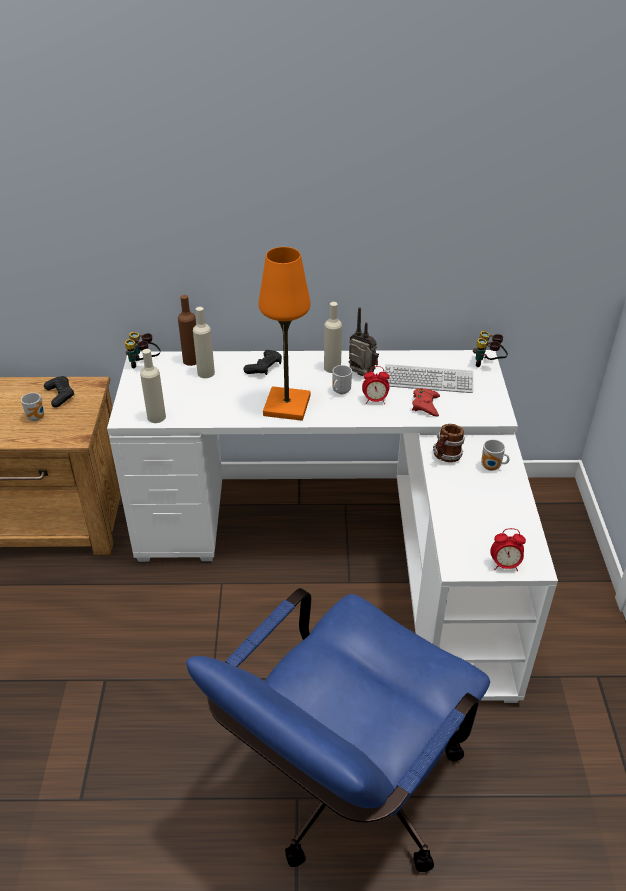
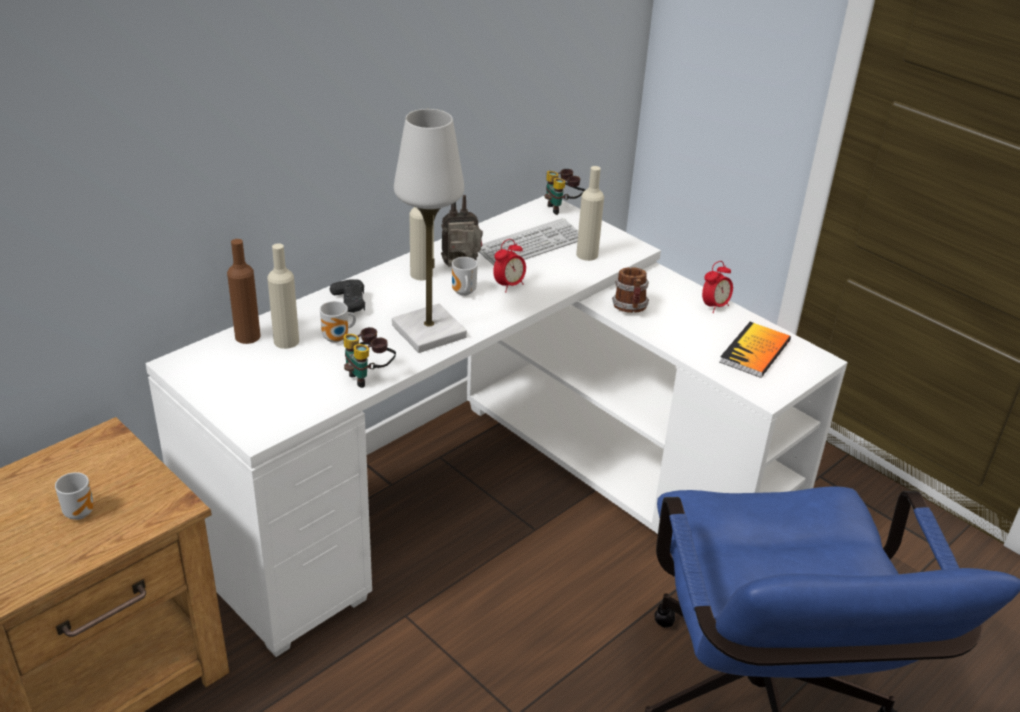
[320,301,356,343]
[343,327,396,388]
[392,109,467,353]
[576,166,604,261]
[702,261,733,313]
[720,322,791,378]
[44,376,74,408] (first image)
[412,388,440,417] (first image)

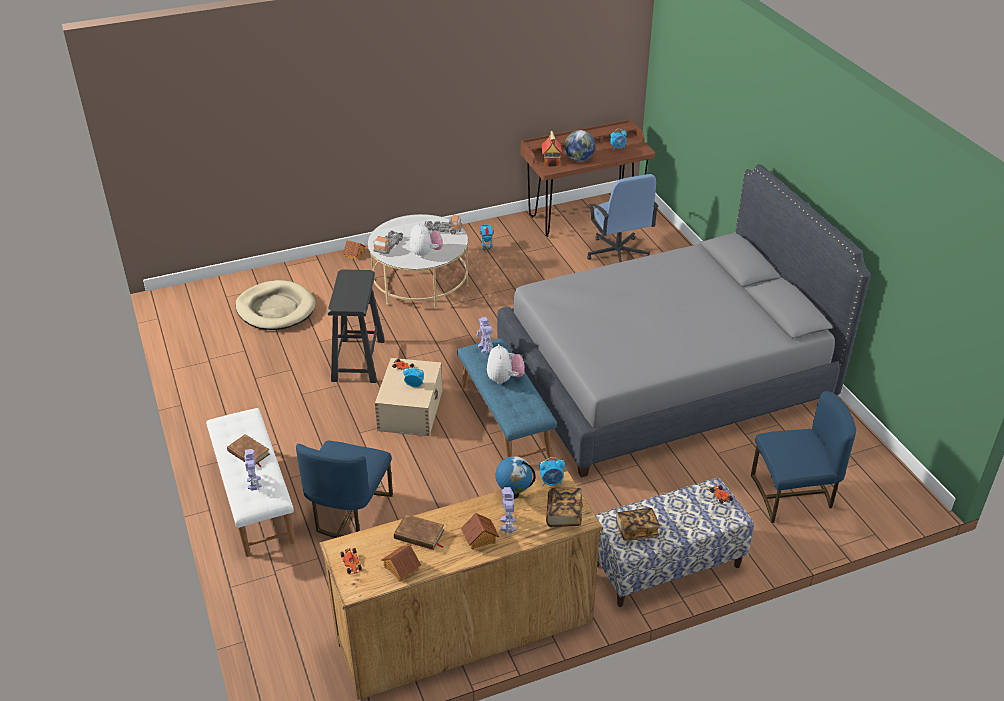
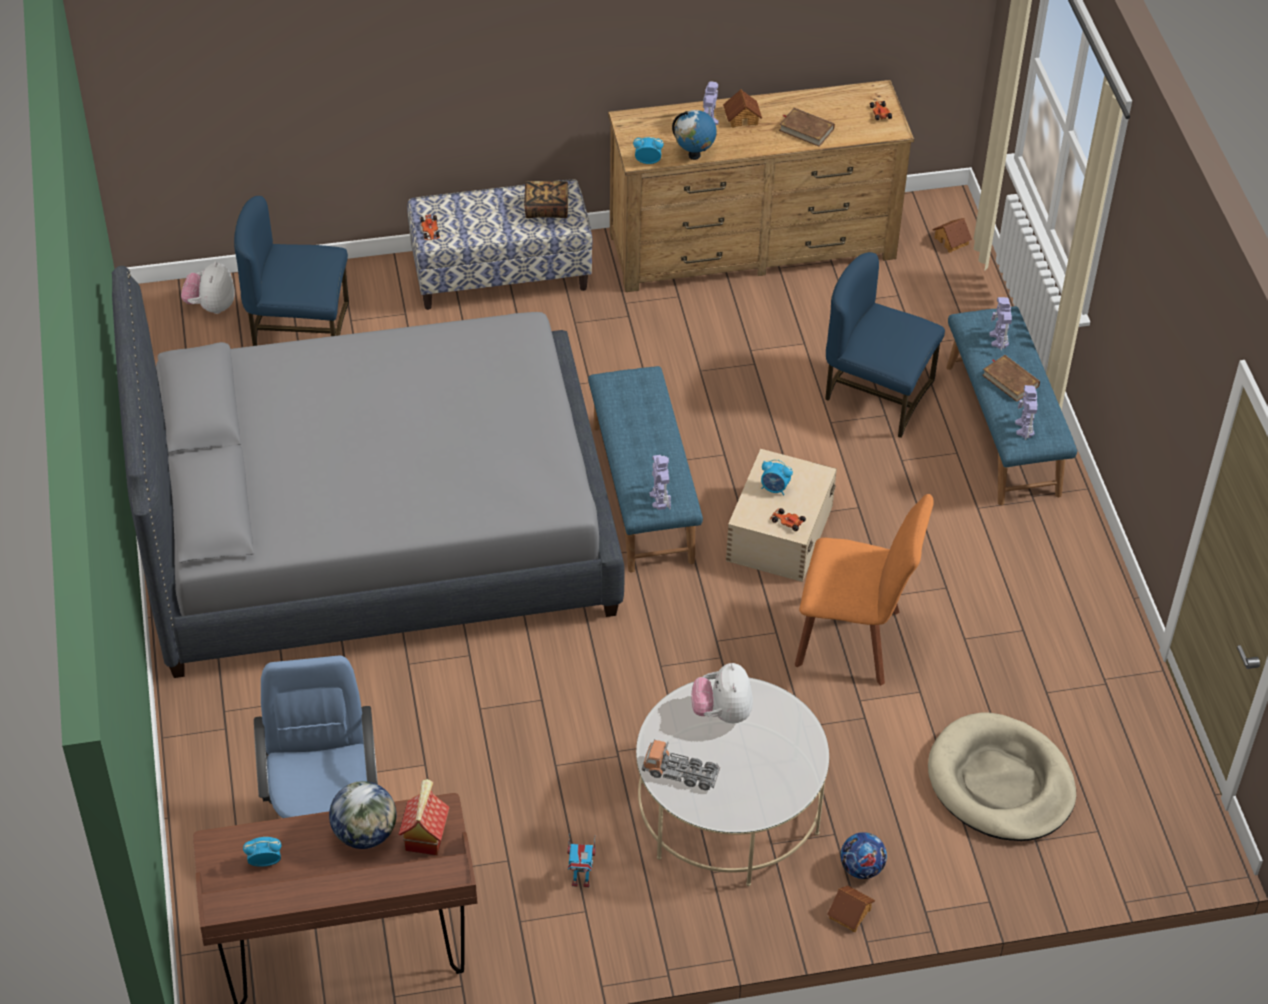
[181,261,235,314]
[795,494,934,686]
[825,252,945,438]
[841,832,887,879]
[932,218,972,253]
[946,306,1077,505]
[1015,385,1038,440]
[373,230,403,254] (first image)
[546,488,583,527] (first image)

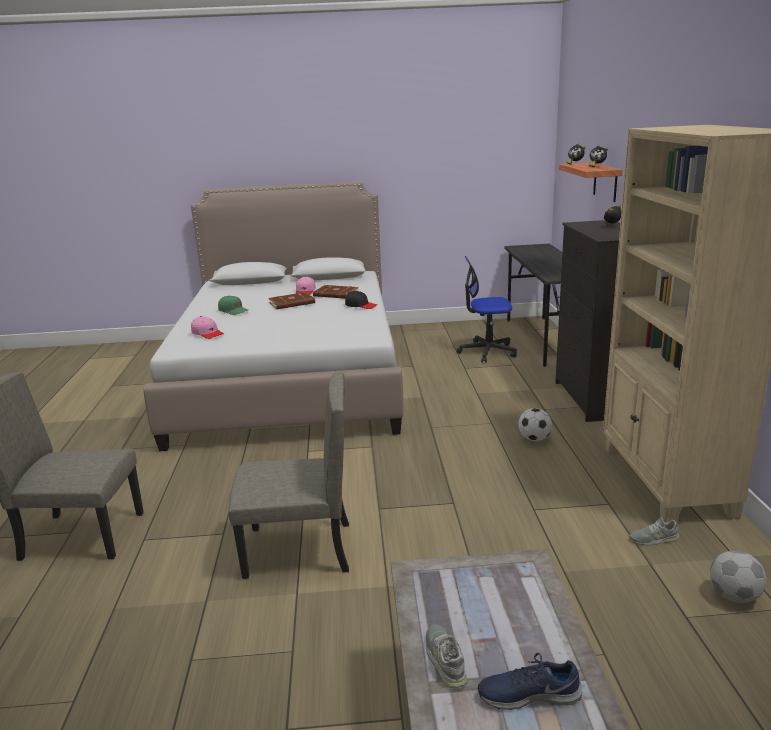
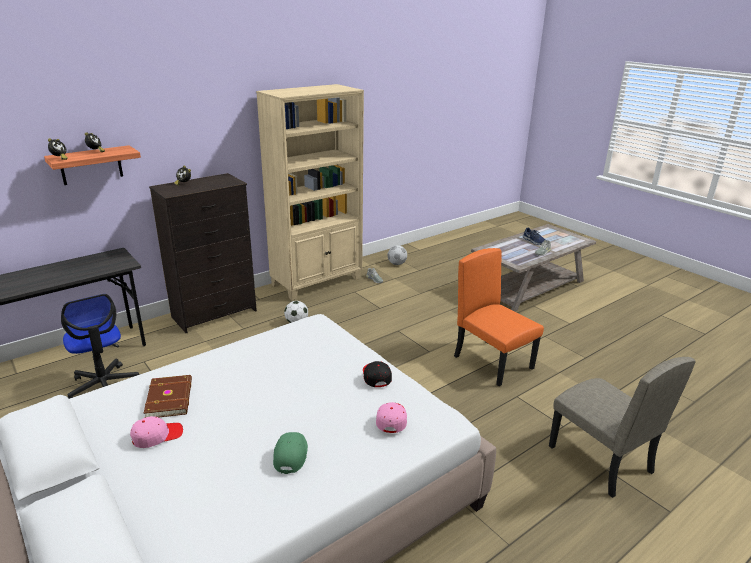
[363,361,392,387]
[454,248,544,386]
[269,292,315,309] (first image)

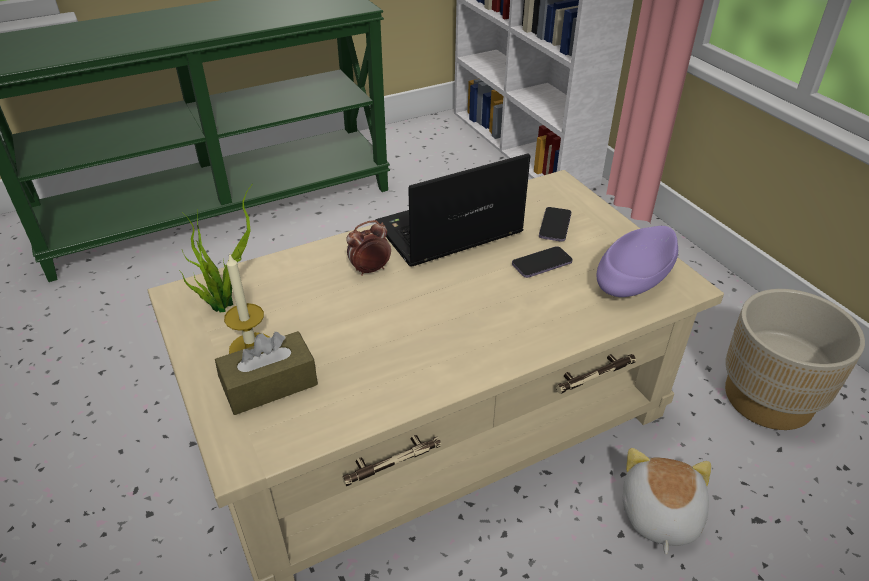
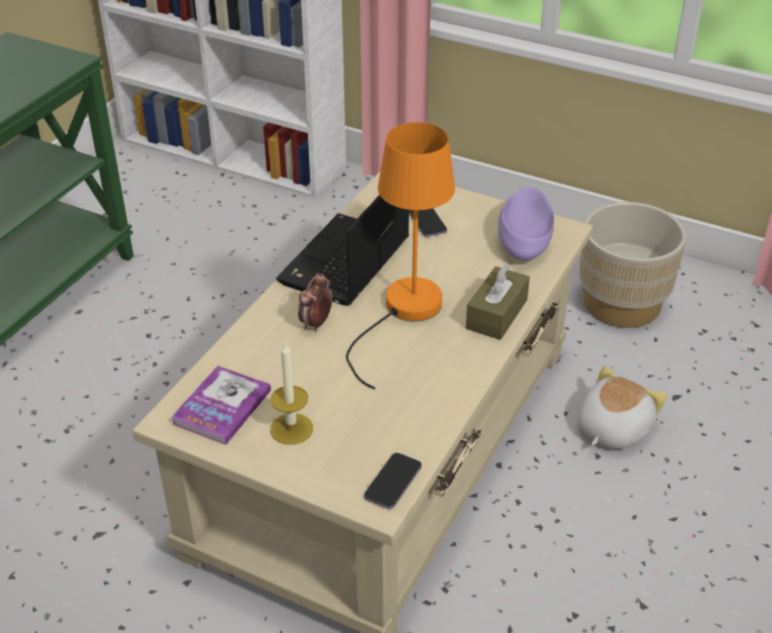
[171,366,271,445]
[346,122,455,389]
[364,453,422,509]
[466,263,530,340]
[579,366,667,449]

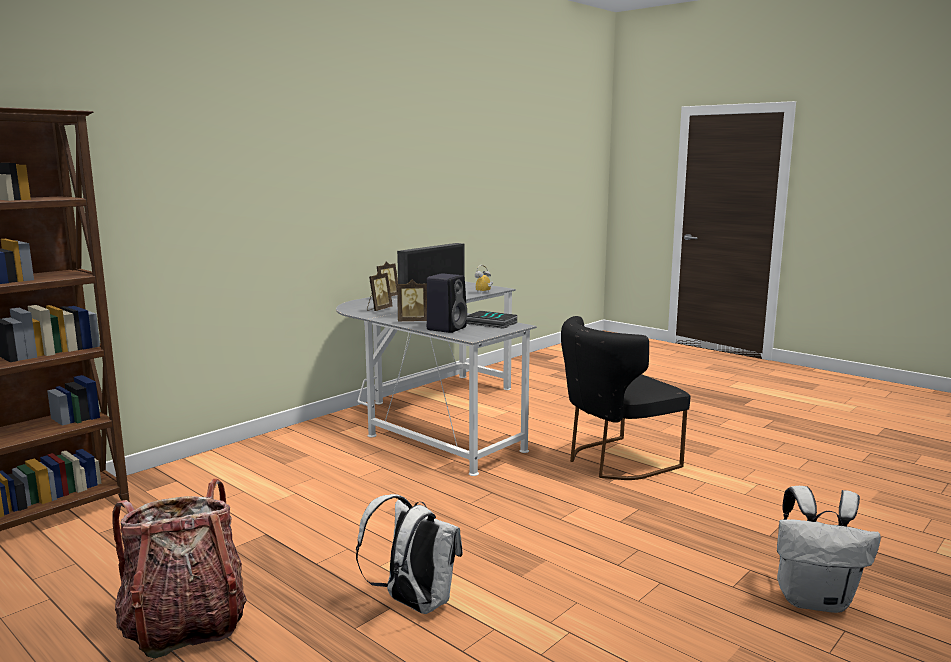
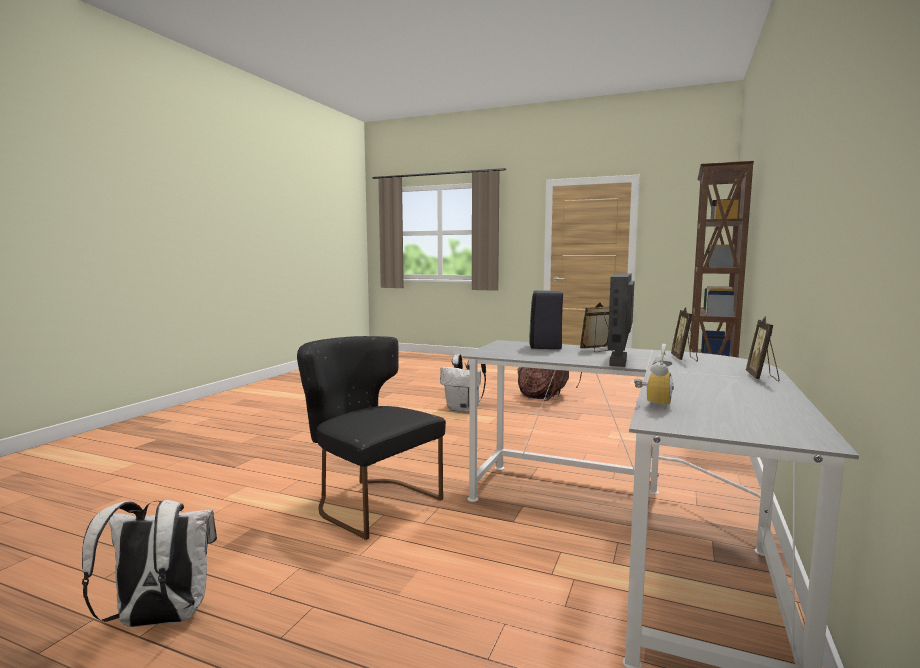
[82,500,217,627]
[297,336,446,540]
[467,311,517,329] (first image)

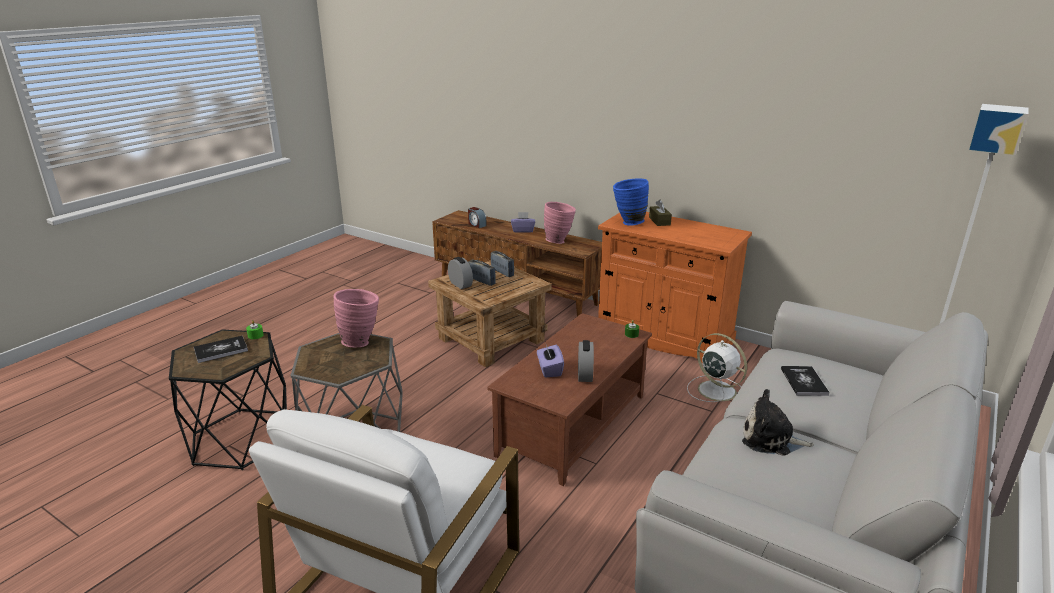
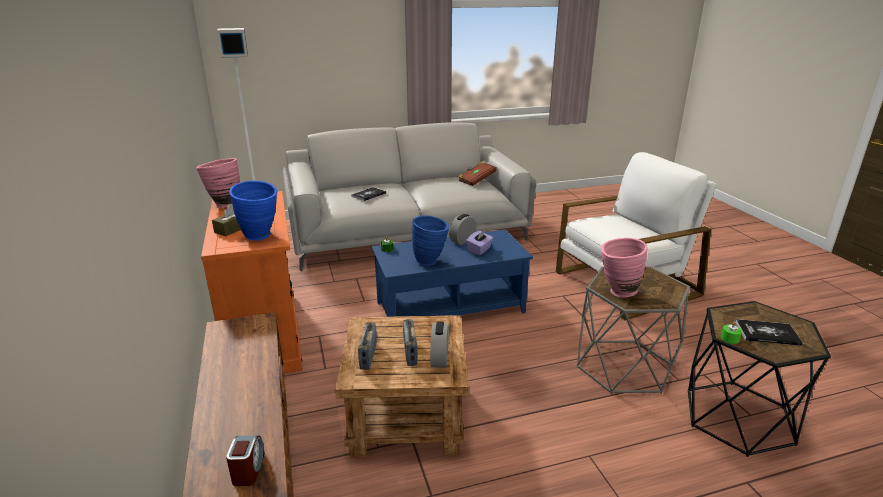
[196,158,240,208]
[372,229,533,317]
[412,215,449,266]
[458,161,497,186]
[511,212,535,233] (first image)
[687,333,747,402] (first image)
[742,389,814,456] (first image)

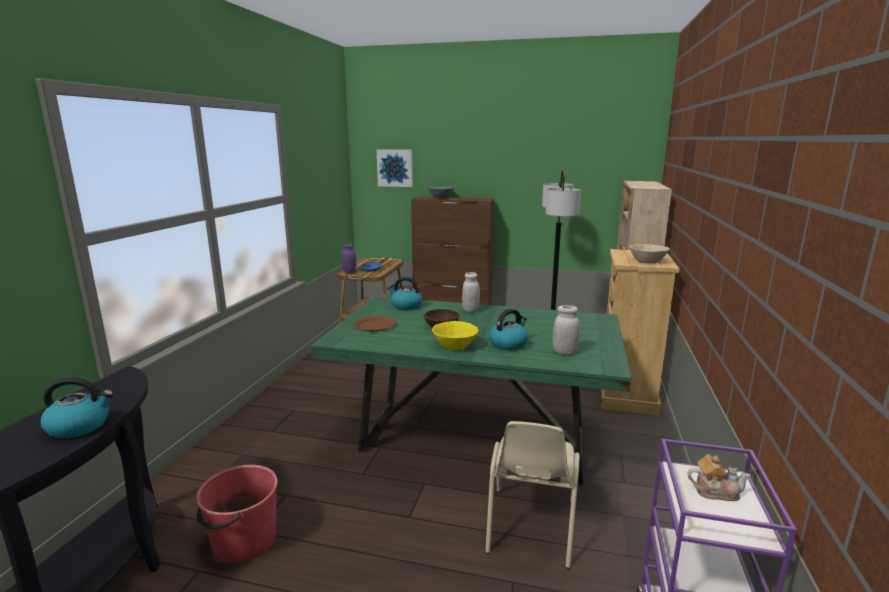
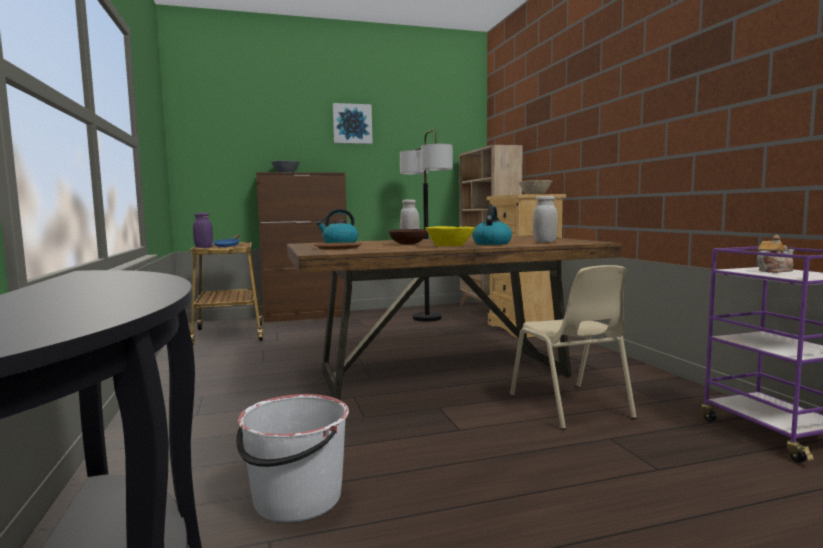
[236,394,349,522]
[287,235,621,400]
[333,103,373,144]
[41,377,114,439] (first image)

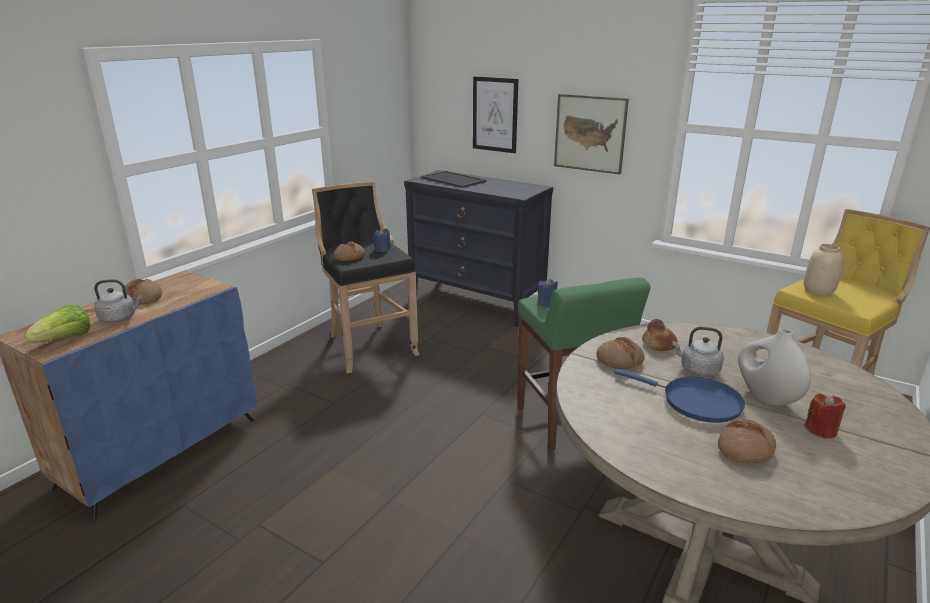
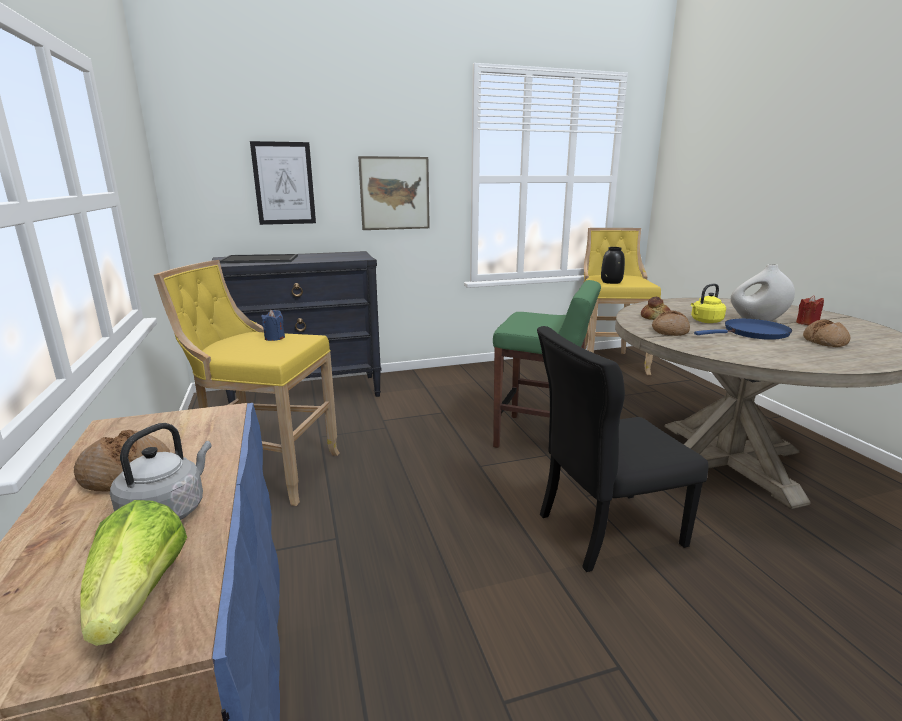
[154,260,340,506]
[537,326,708,572]
[601,247,625,284]
[691,284,726,323]
[333,242,365,261] (first image)
[538,278,558,307] (first image)

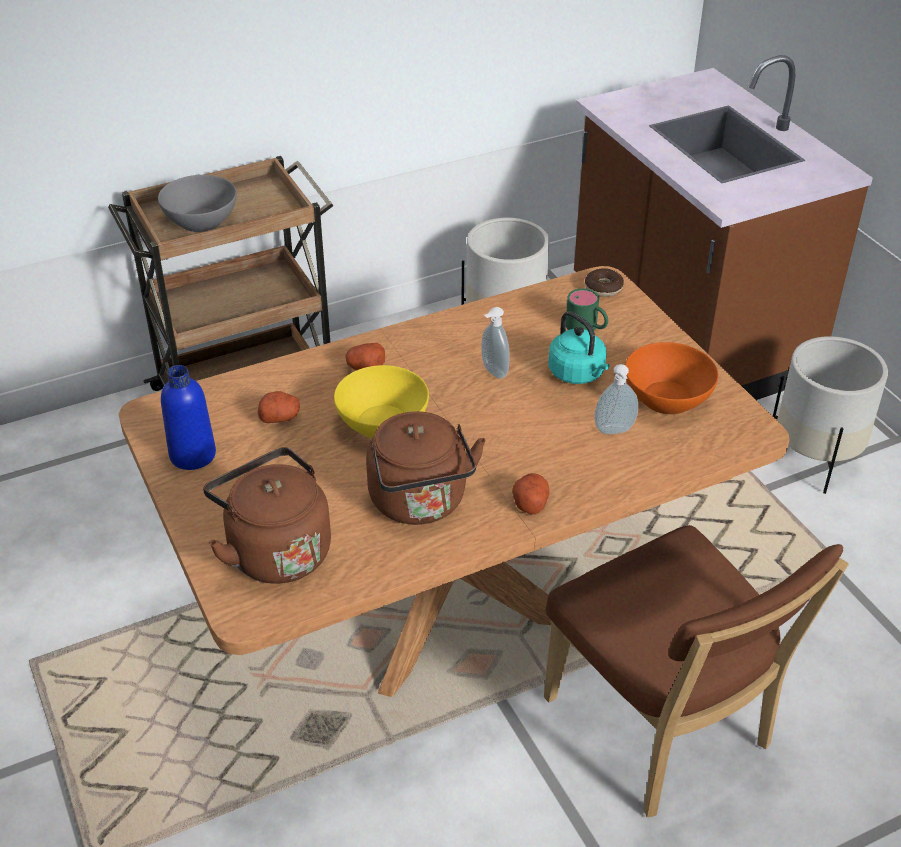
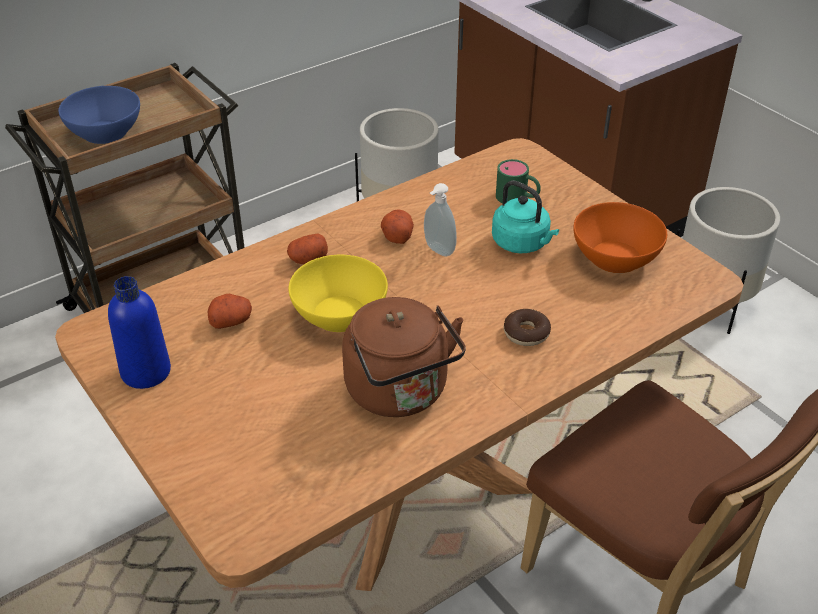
[58,86,140,144]
[381,209,414,244]
[504,309,551,346]
[203,447,331,584] (first image)
[594,364,638,434] (first image)

